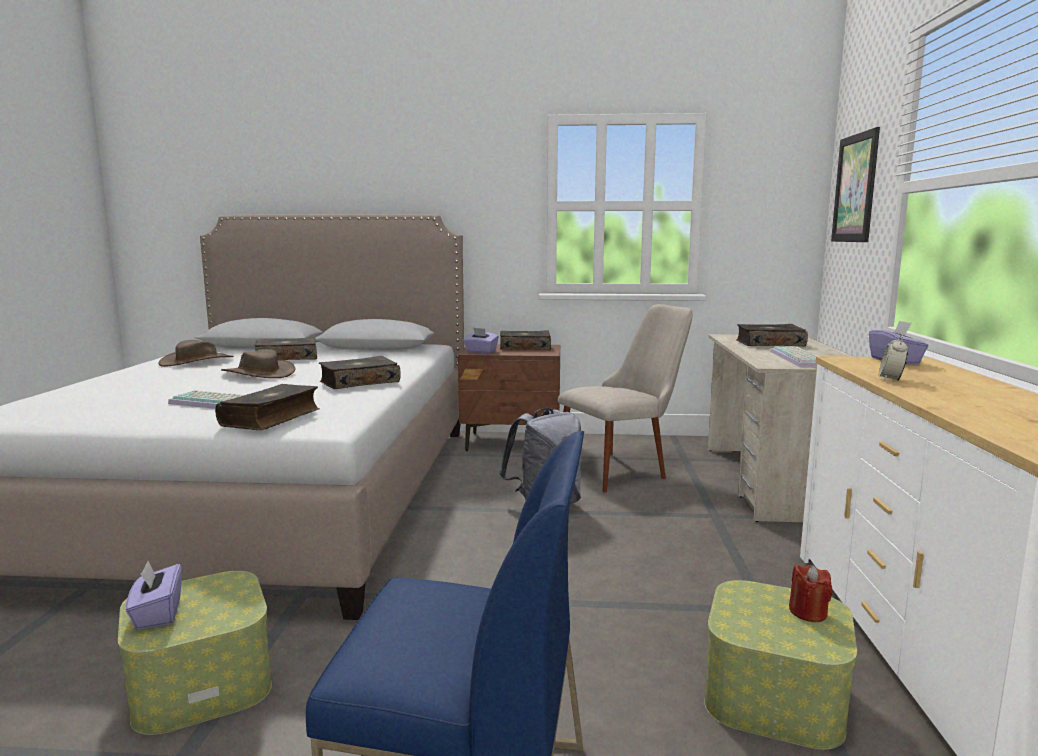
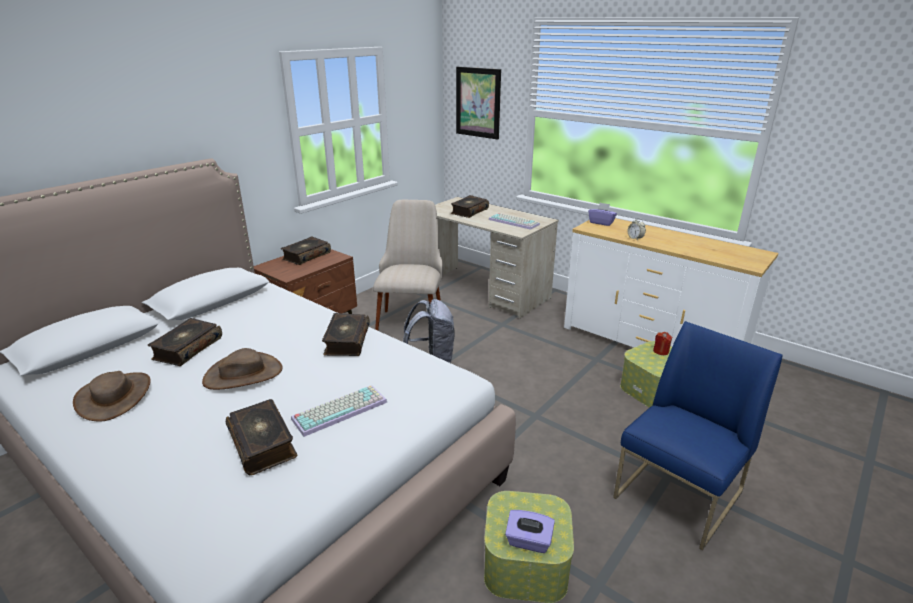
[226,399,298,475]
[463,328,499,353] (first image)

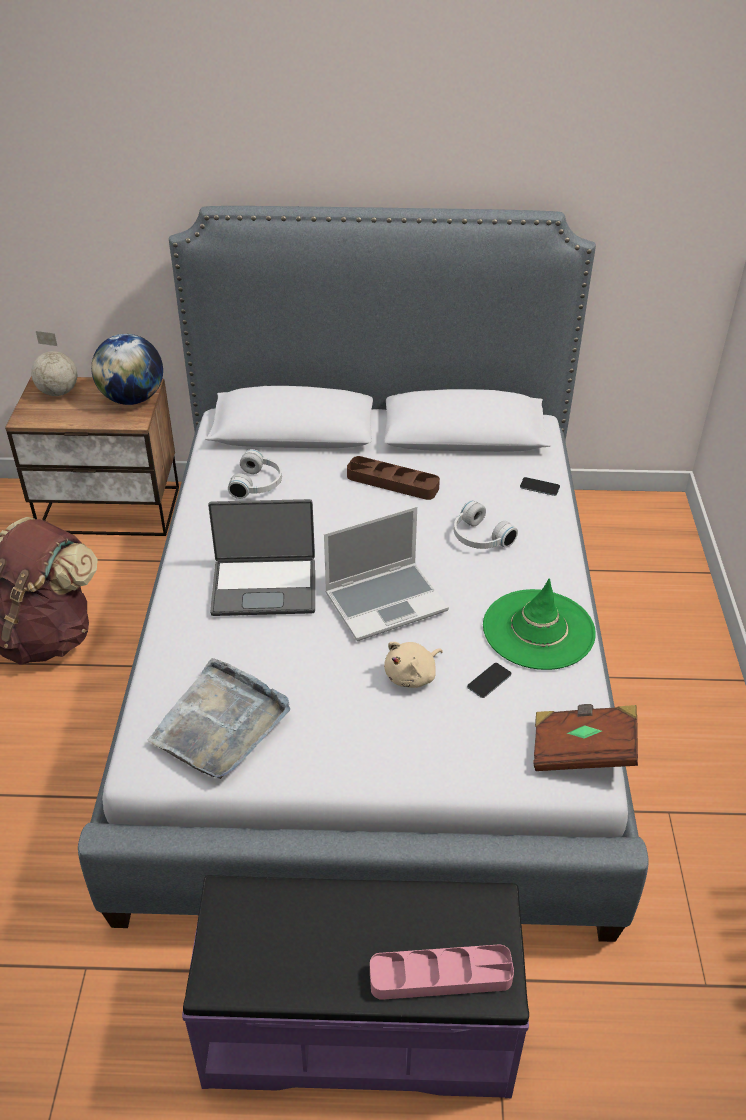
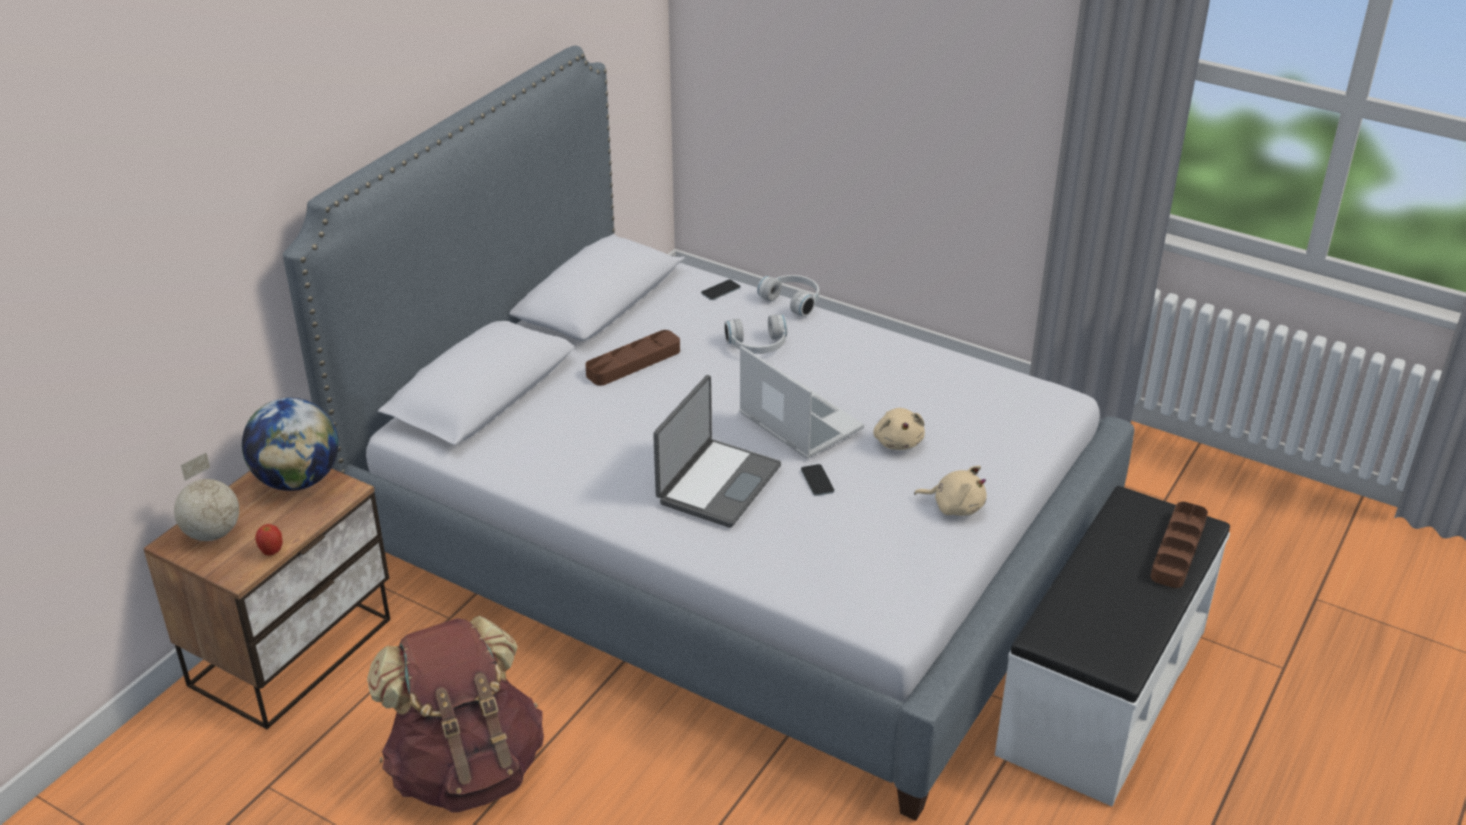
[255,524,283,556]
[739,346,864,459]
[757,275,819,317]
[801,464,834,496]
[914,466,987,516]
[995,486,1230,806]
[1151,502,1208,588]
[147,658,290,779] (first image)
[483,578,596,670] (first image)
[533,704,638,771] (first image)

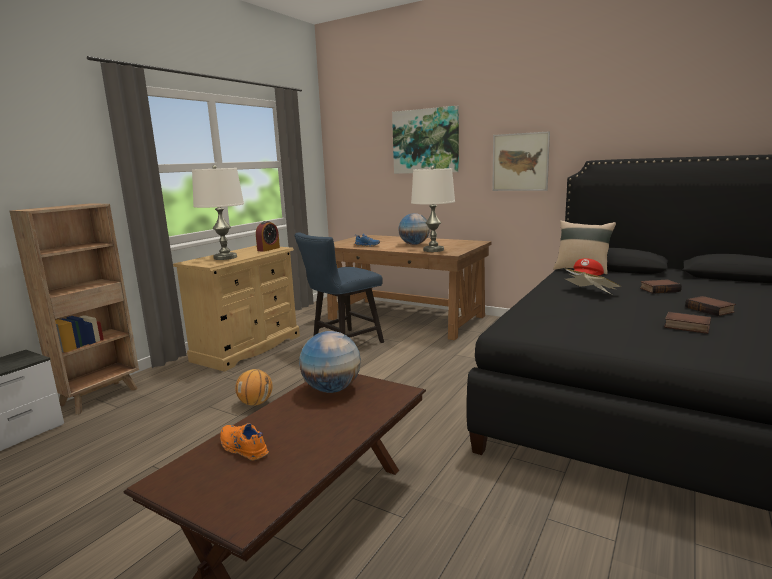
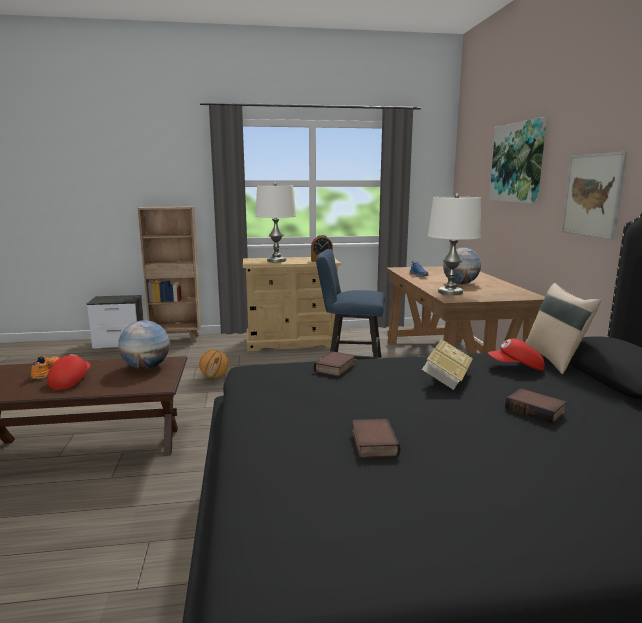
[47,354,90,390]
[314,351,356,377]

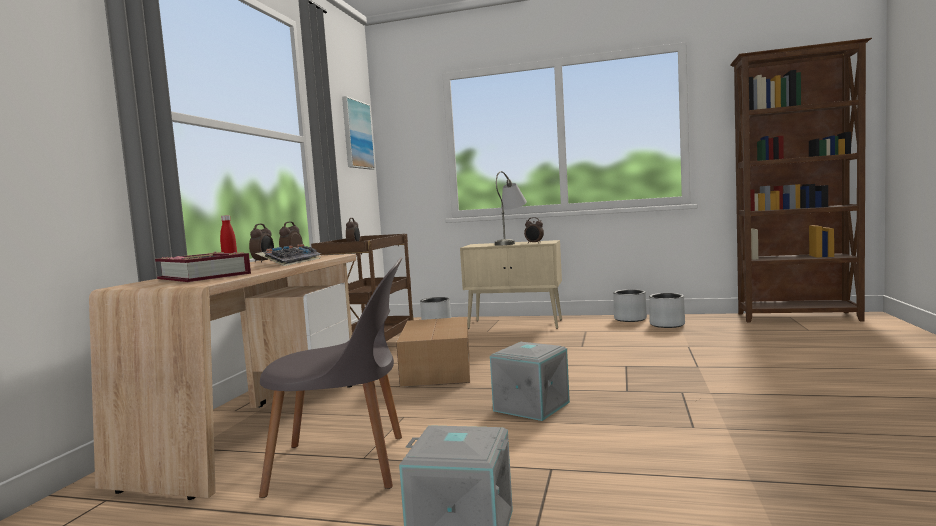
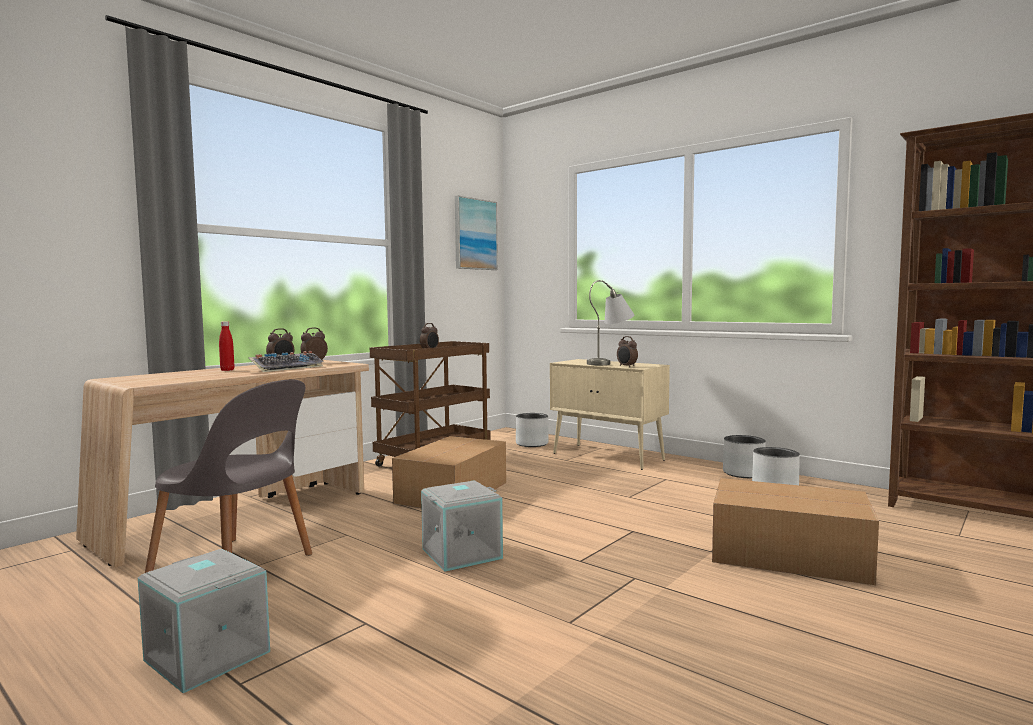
[712,478,879,585]
[155,252,251,282] (first image)

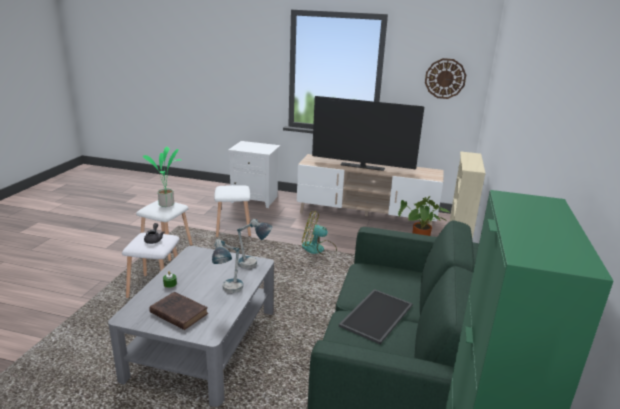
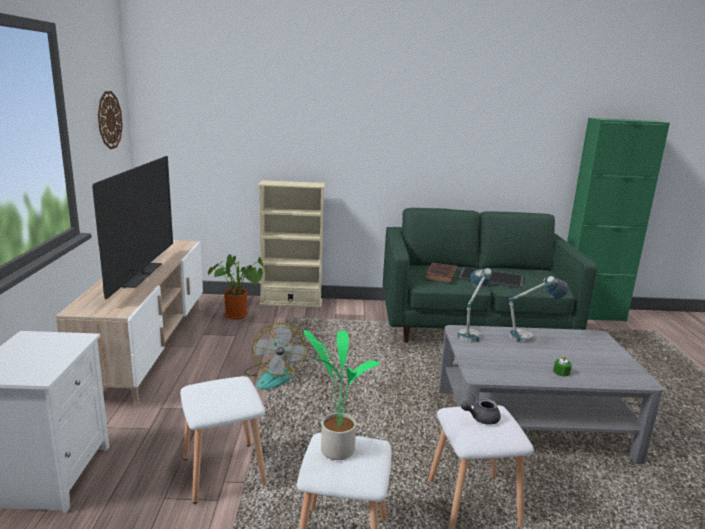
[425,263,457,283]

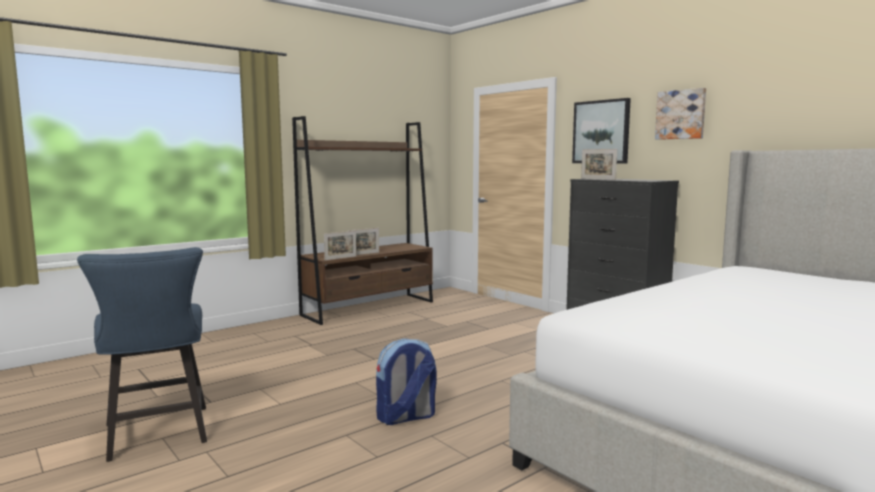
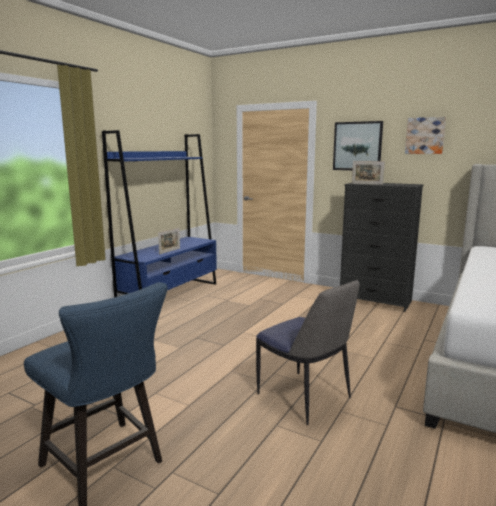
[102,130,217,298]
[256,280,359,425]
[324,231,357,260] (first image)

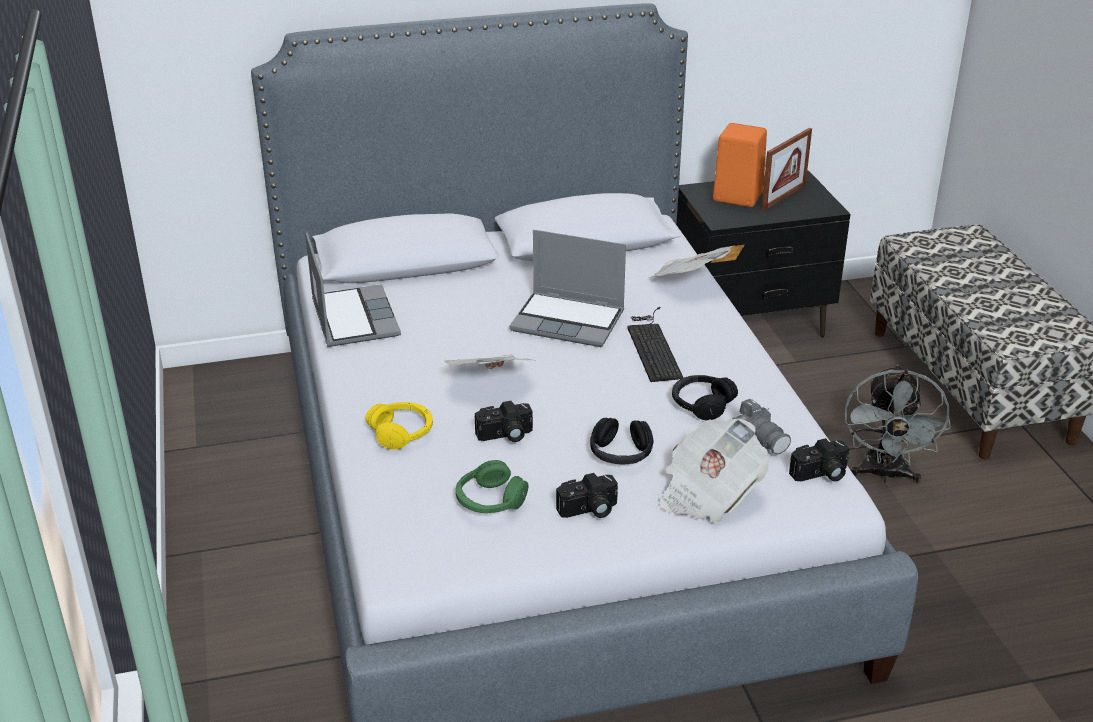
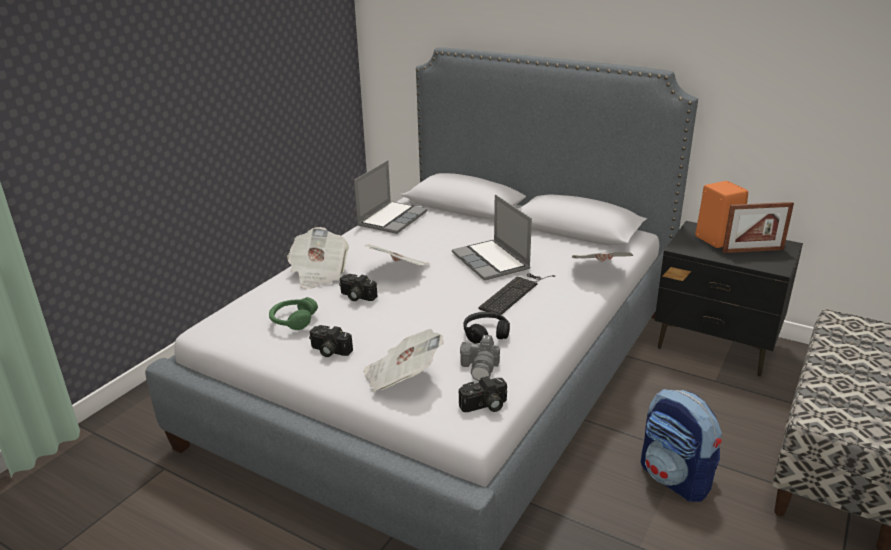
[287,227,349,289]
[459,376,507,412]
[641,389,722,502]
[590,418,653,464] (first image)

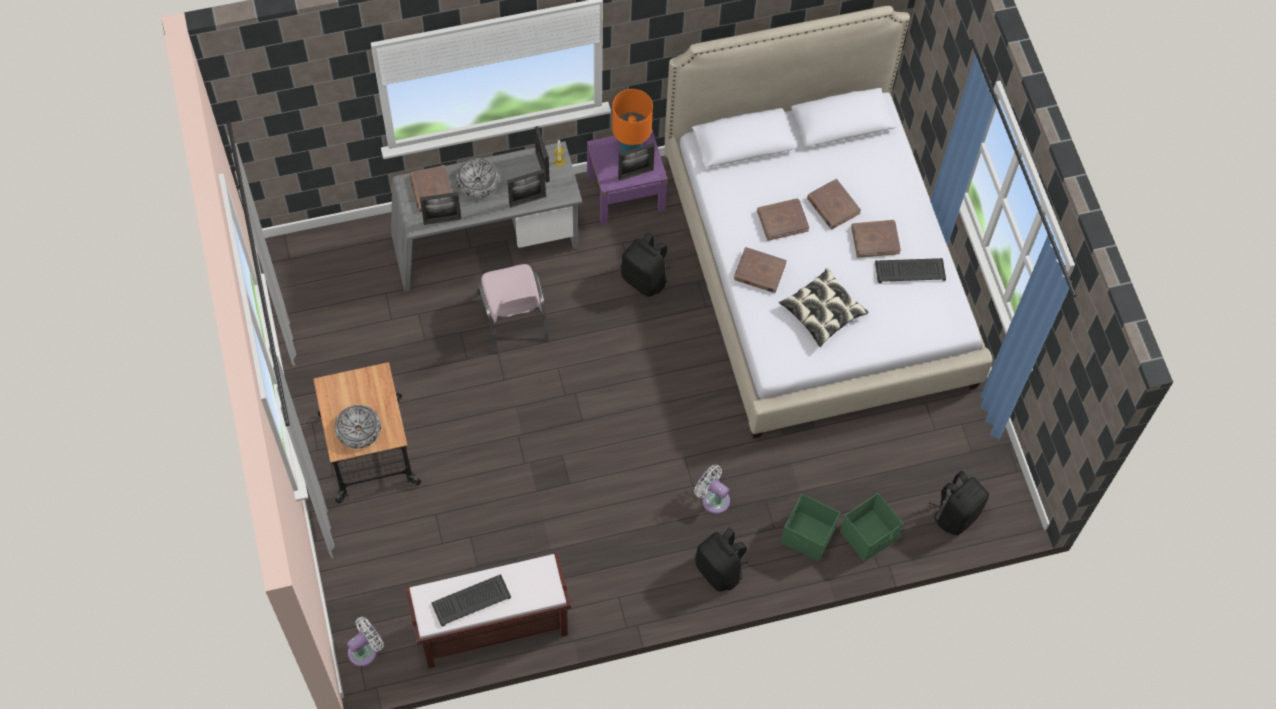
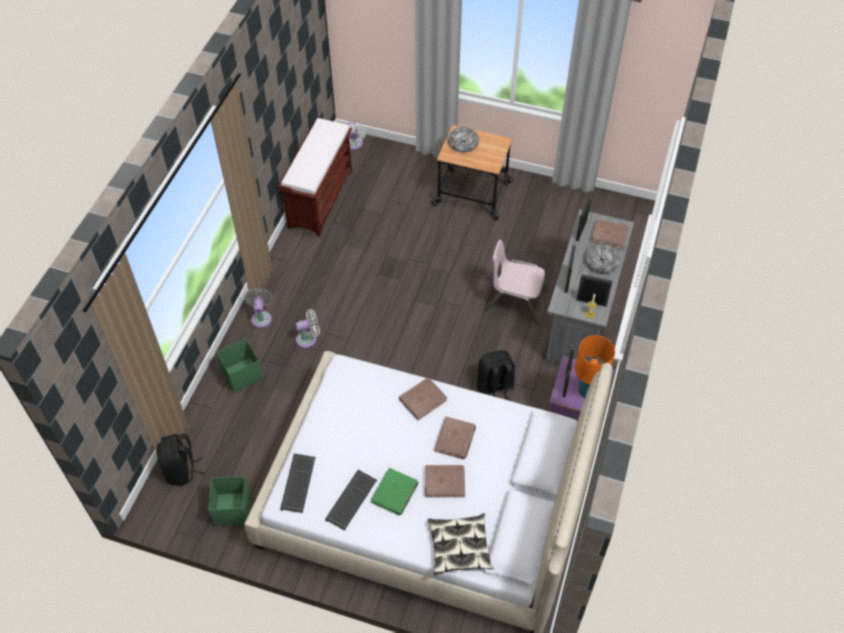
[208,476,250,526]
[244,288,273,328]
[280,454,316,513]
[371,468,419,515]
[427,513,494,575]

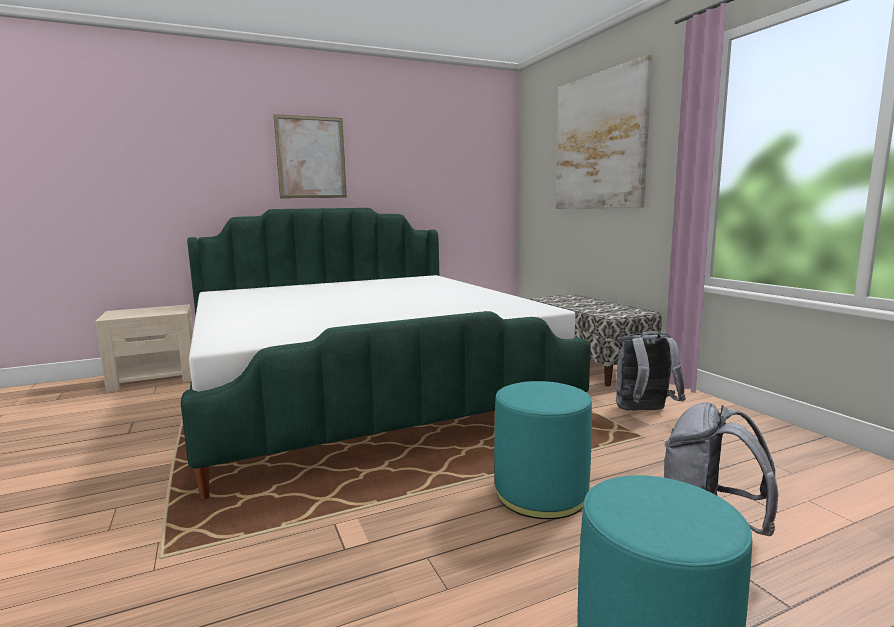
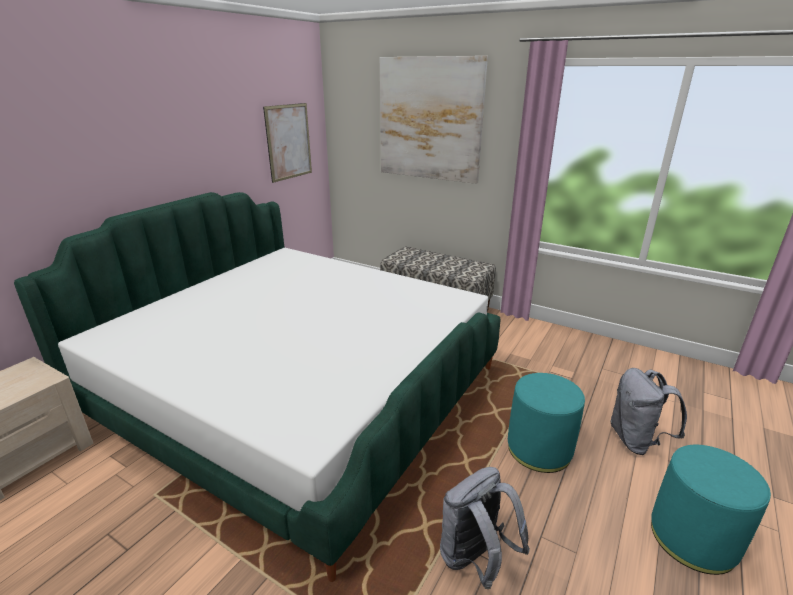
[263,103,312,183]
[440,467,530,589]

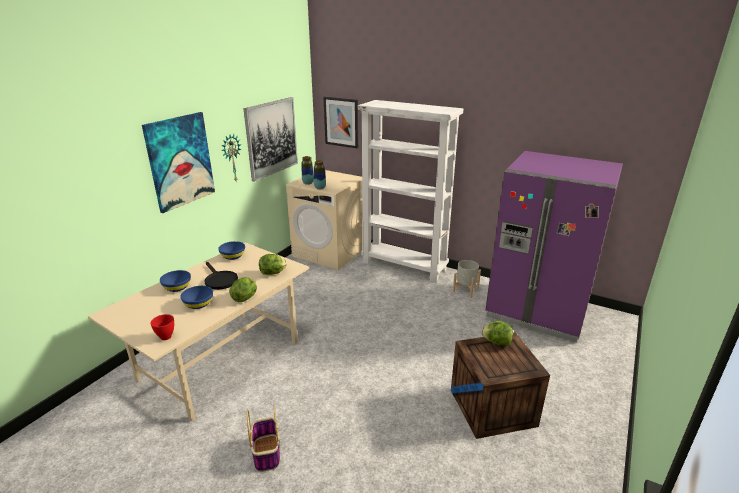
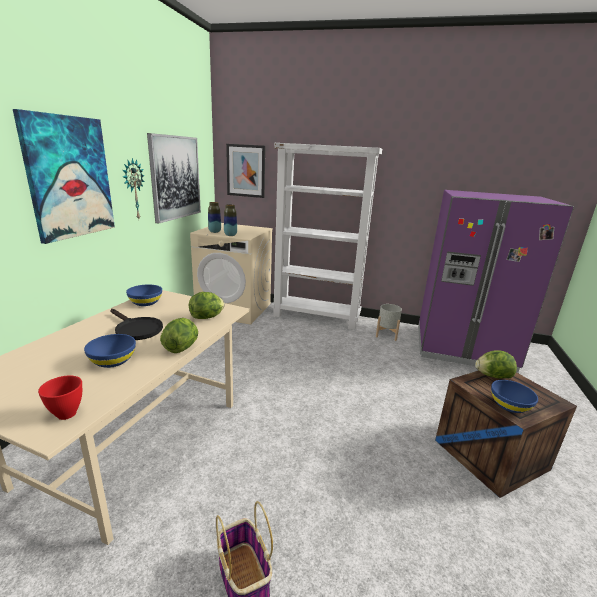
[491,380,538,413]

